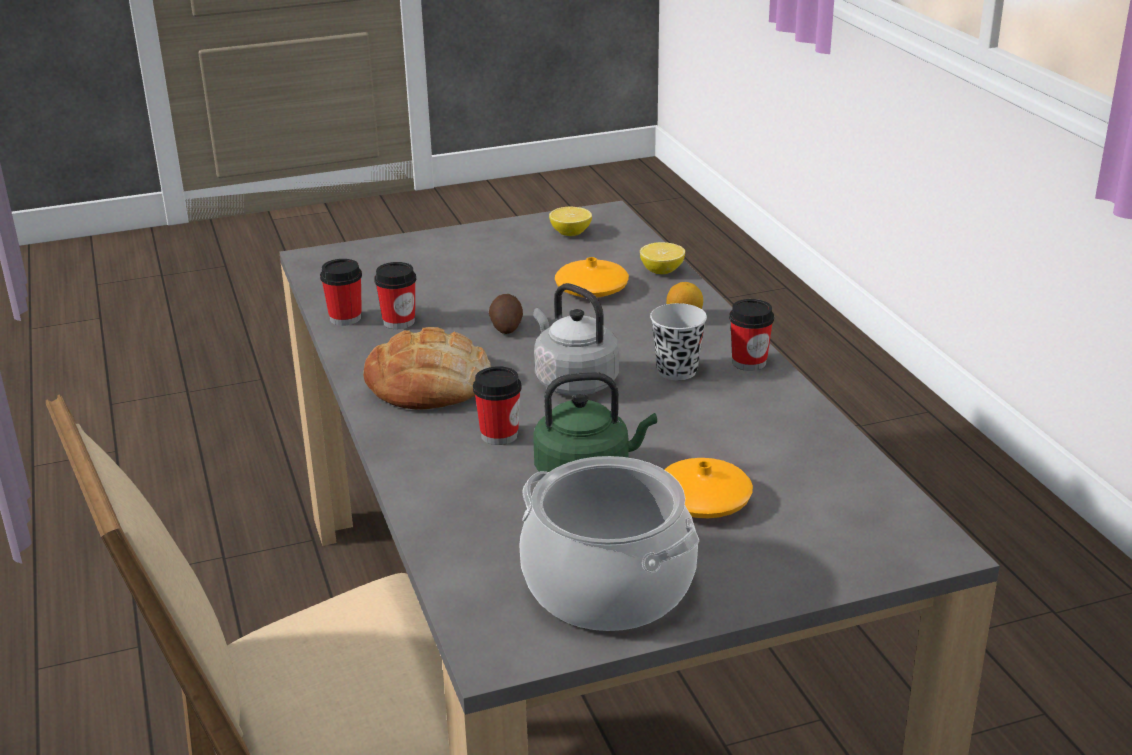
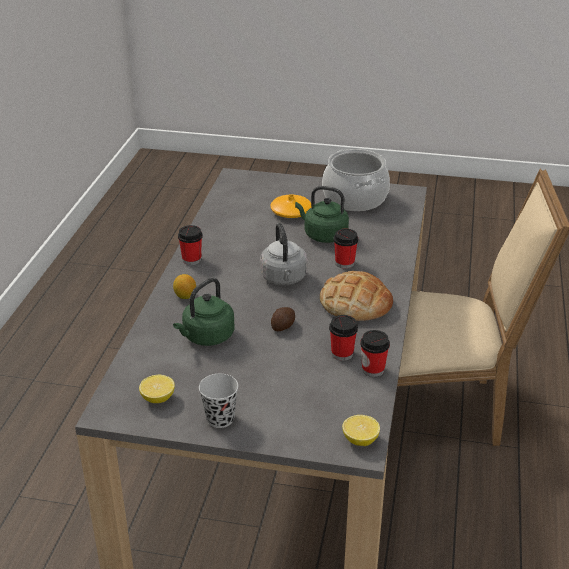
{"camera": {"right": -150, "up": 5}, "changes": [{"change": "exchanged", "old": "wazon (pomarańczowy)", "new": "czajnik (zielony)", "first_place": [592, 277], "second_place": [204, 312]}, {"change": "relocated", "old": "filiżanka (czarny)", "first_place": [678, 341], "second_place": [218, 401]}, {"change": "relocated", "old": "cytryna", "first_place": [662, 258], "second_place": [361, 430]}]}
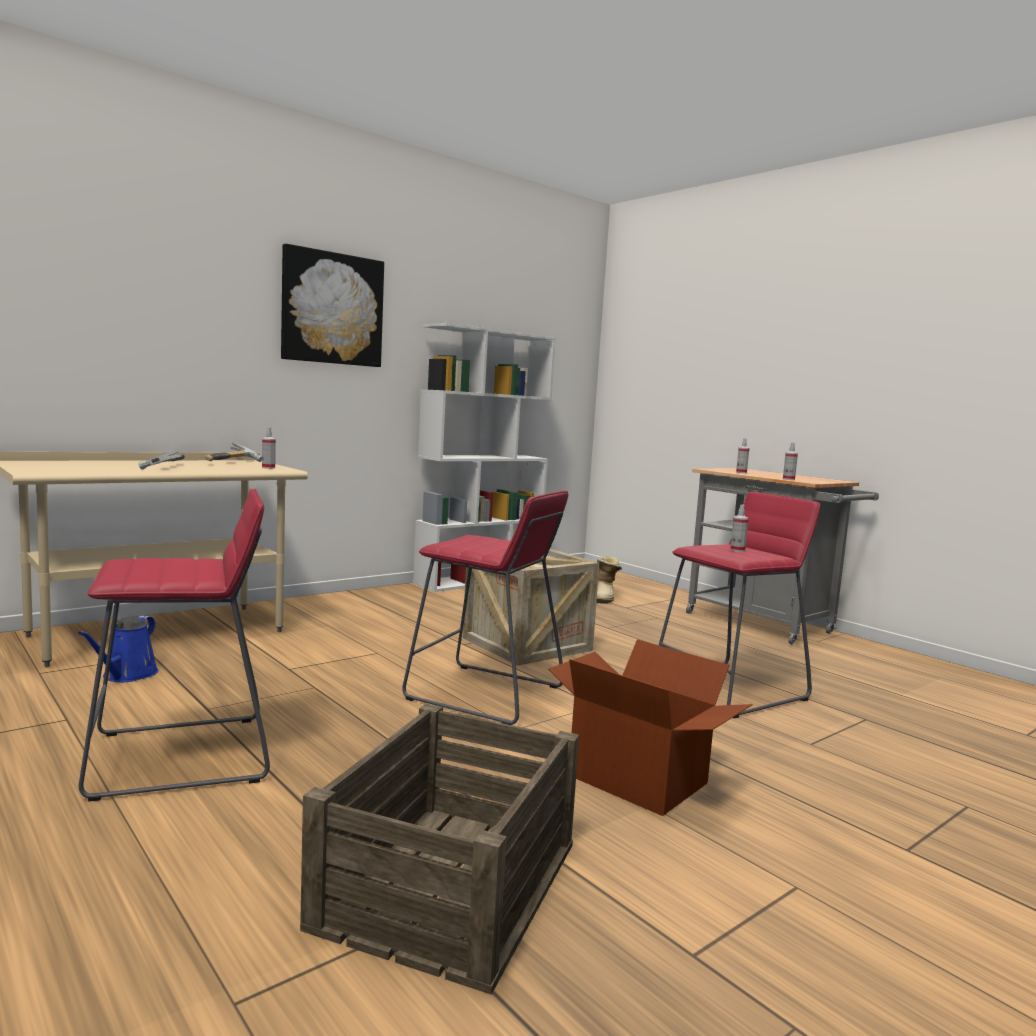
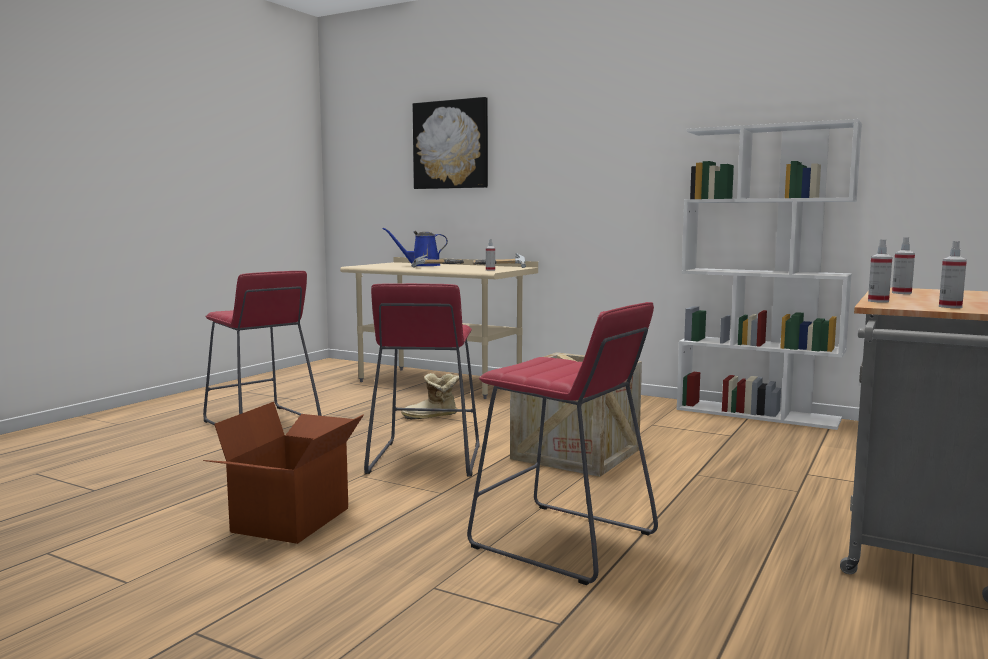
{"camera": {"right": 70, "up": 0}, "changes": [{"change": "relocated", "old": "konewka (niebieski)", "first_place": [118, 649], "second_place": [415, 247]}, {"change": "relocated", "old": "but z cholewką", "first_place": [609, 580], "second_place": [430, 396]}, {"change": "relocated", "old": "obraz", "first_place": [332, 305], "second_place": [450, 143]}, {"change": "relocated", "old": "spryskiwacz", "first_place": [739, 528], "second_place": [953, 274]}, {"change": "missing", "old": "skrzynka", "first_place": [439, 849]}]}
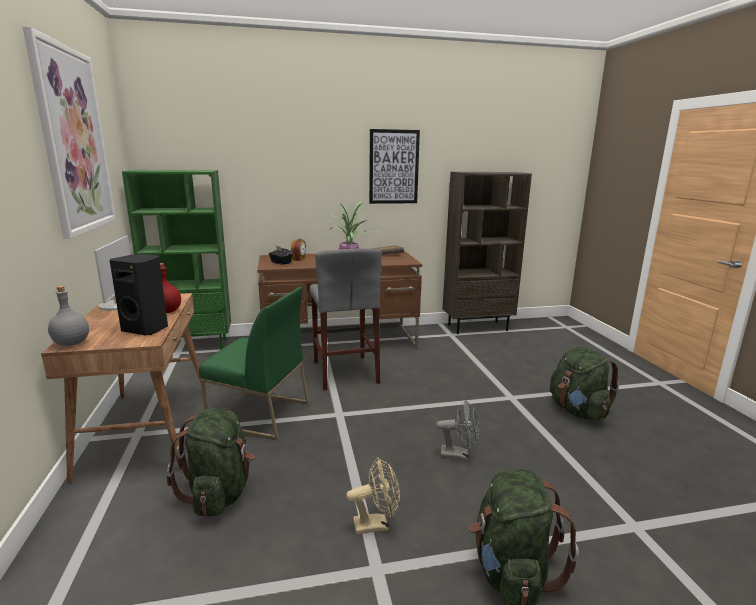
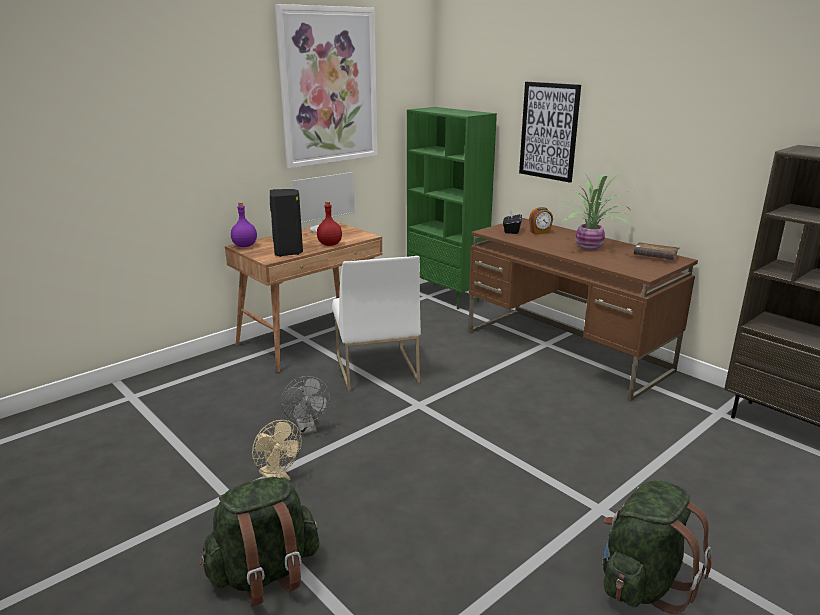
{"camera": {"right": 60, "up": 5}, "changes": [{"change": "colour", "old": "butelka (szary)", "new": "butelka (fioletowy)", "first_place": [68, 316], "second_place": [244, 224]}, {"change": "relocated", "old": "wentylator (szary)", "first_place": [457, 430], "second_place": [305, 405]}, {"change": "colour", "old": "krzesło (zielony)", "new": "krzesło (biały)", "first_place": [254, 363], "second_place": [376, 324]}, {"change": "relocated", "old": "obraz", "first_place": [394, 166], "second_place": [550, 132]}, {"change": "missing", "old": "plecak (zielony)", "first_place": [211, 462]}, {"change": "missing", "old": "stołek (szary)", "first_place": [346, 319]}]}
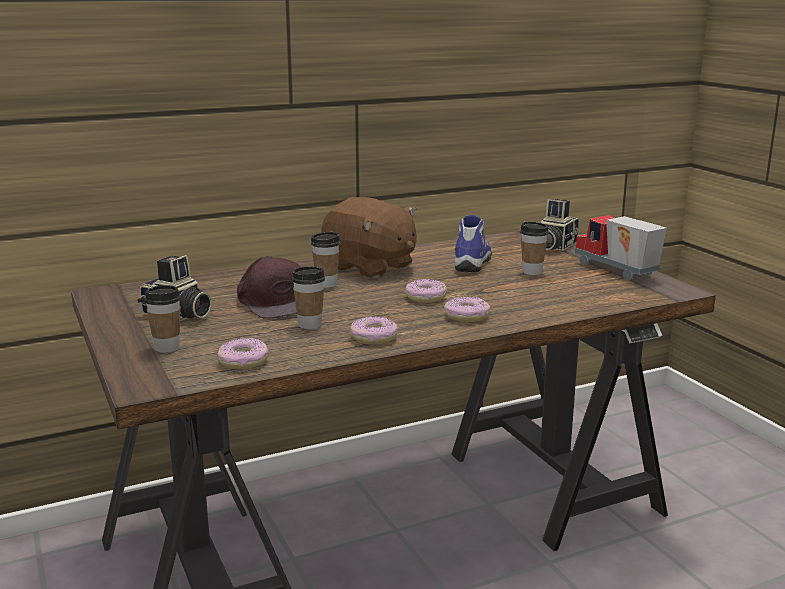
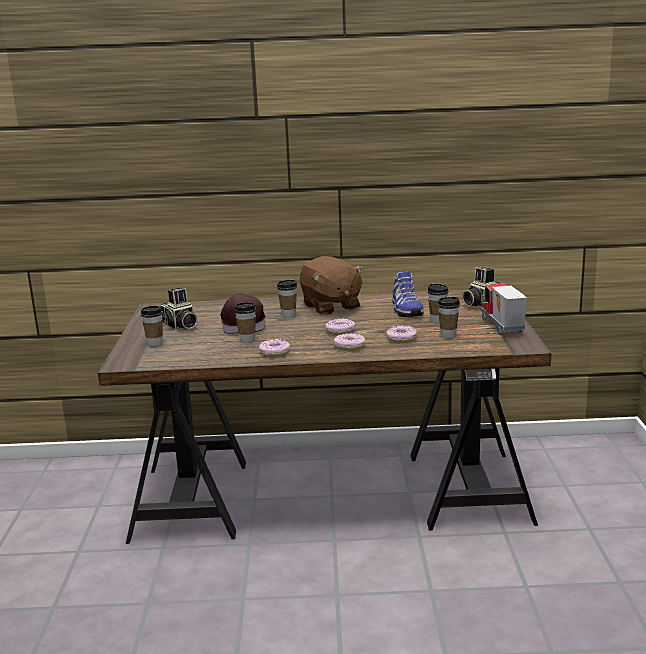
{"camera": {"right": 25, "up": 0}, "changes": [{"change": "relocated", "old": "donut", "first_place": [243, 353], "second_place": [402, 334]}, {"change": "spun", "old": "but", "first_place": [473, 243], "second_place": [408, 294], "degrees": 135}, {"change": "appeared", "new": "filiżanka", "second_place": [449, 318]}]}
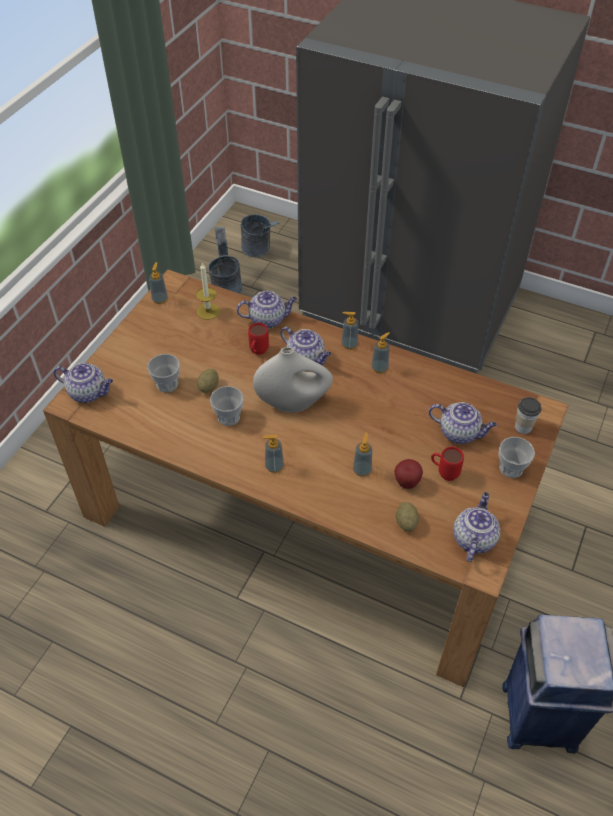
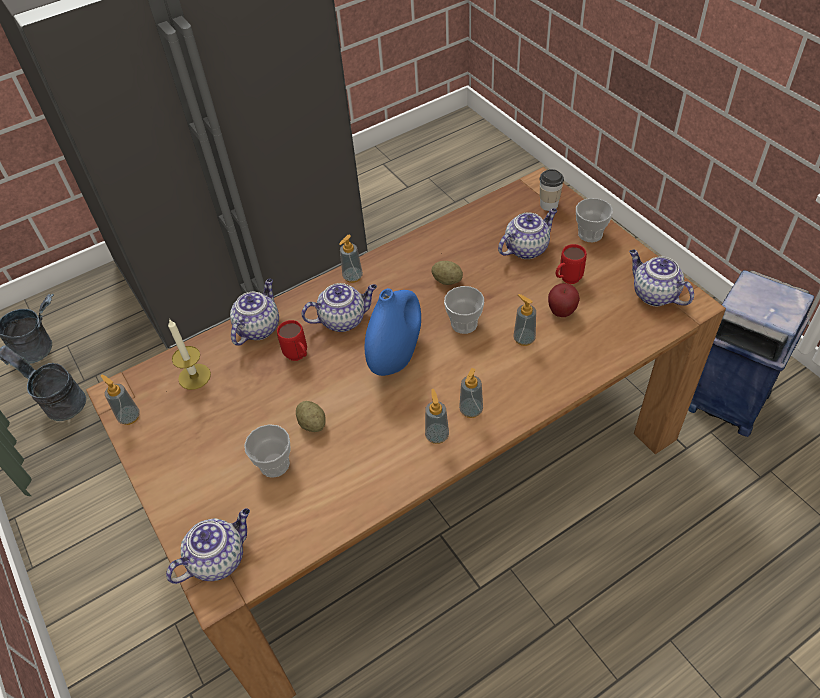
{"camera": {"right": -55, "up": 0}, "changes": [{"change": "colour", "old": "wazon (biały)", "new": "wazon (niebieski)", "first_place": [293, 379], "second_place": [393, 332]}, {"change": "relocated", "old": "dozownik mydła", "first_place": [380, 352], "second_place": [437, 416]}, {"change": "relocated", "old": "ziemniak", "first_place": [407, 517], "second_place": [447, 273]}, {"change": "relocated", "old": "filiżanka", "first_place": [226, 406], "second_place": [464, 310]}]}
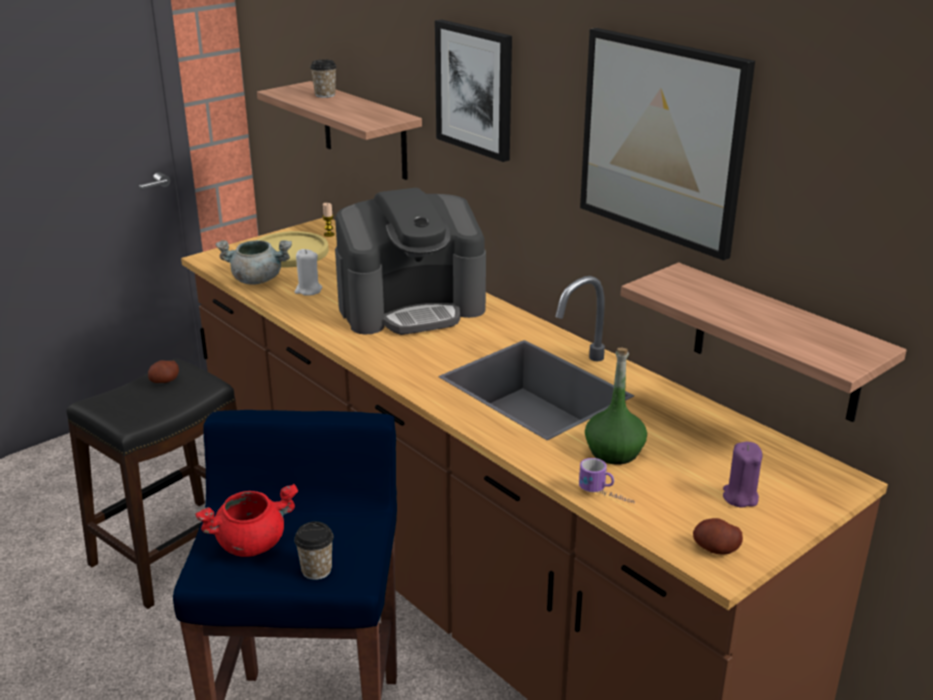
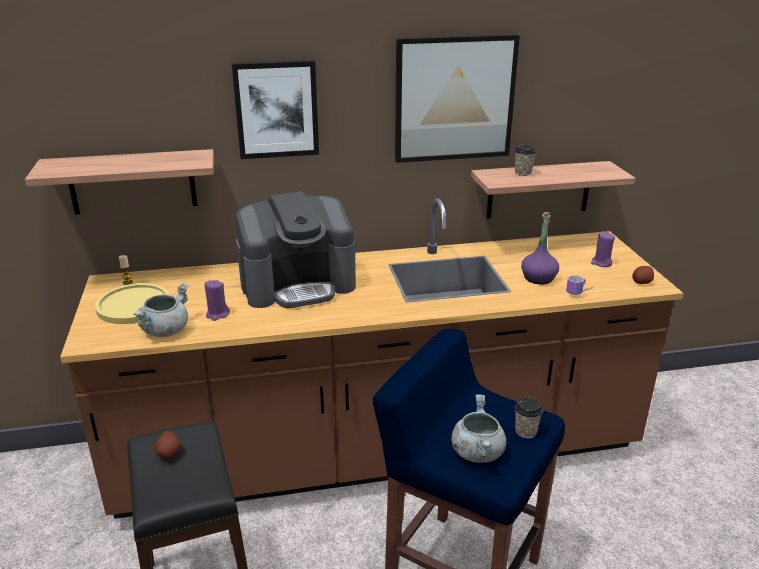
{"camera": {"right": -60, "up": 0}, "changes": [{"change": "colour", "old": "świeca (biały)", "new": "świeca (fioletowy)", "first_place": [308, 272], "second_place": [217, 300]}, {"change": "spun", "old": "ekspres do kawy", "first_place": [410, 261], "second_place": [295, 249], "degrees": 60}, {"change": "colour", "old": "garnek (czerwony)", "new": "garnek (szary)", "first_place": [246, 520], "second_place": [478, 428]}, {"change": "relocated", "old": "filiżanka", "first_place": [323, 78], "second_place": [525, 160]}, {"change": "colour", "old": "butelka (zielony)", "new": "butelka (fioletowy)", "first_place": [616, 406], "second_place": [540, 248]}]}
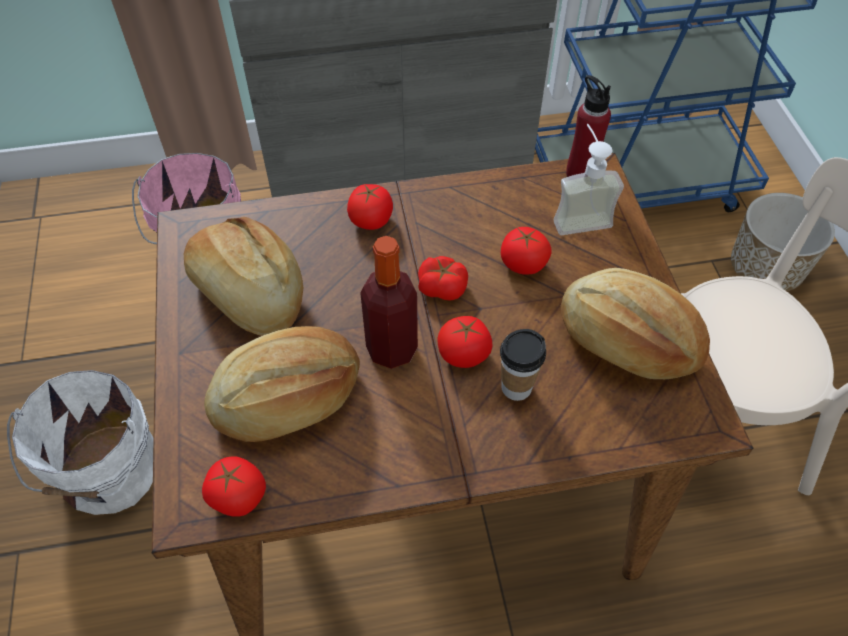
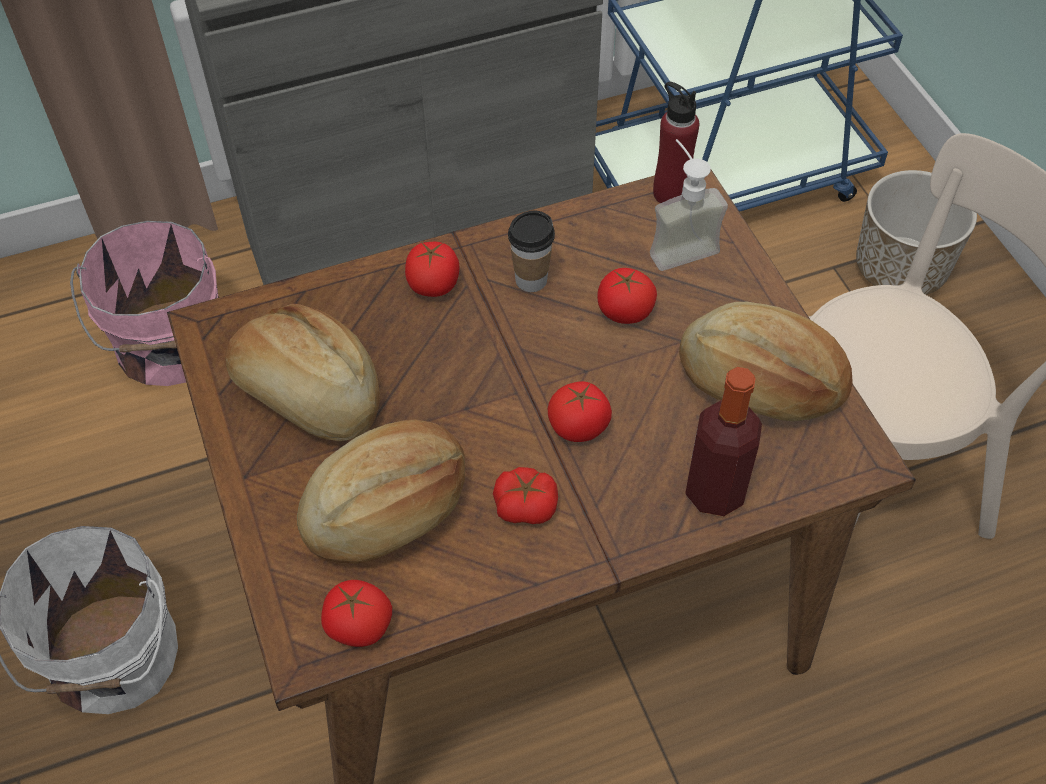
{"camera": {"right": -10, "up": 0}, "changes": [{"change": "relocated", "old": "pomidor", "first_place": [443, 278], "second_place": [525, 495]}, {"change": "relocated", "old": "filiżanka", "first_place": [523, 365], "second_place": [531, 251]}, {"change": "relocated", "old": "butelka", "first_place": [389, 302], "second_place": [723, 441]}]}
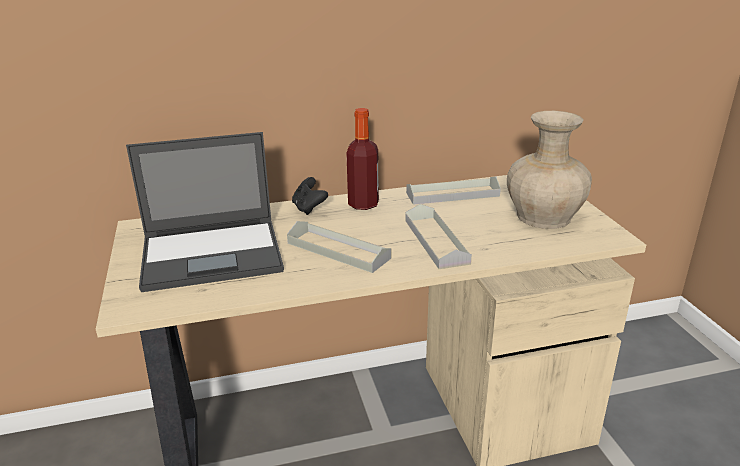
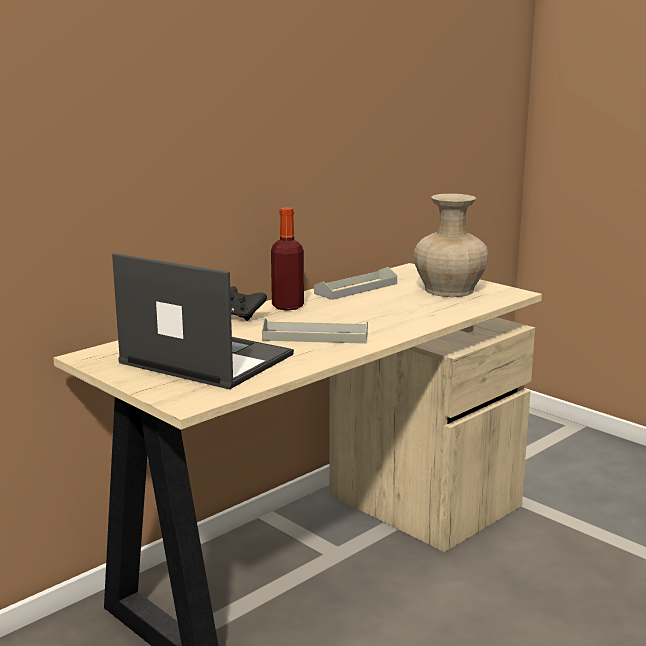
{"camera": {"right": -30, "up": -10}, "changes": [{"change": "spun", "old": "laptop", "first_place": [205, 212], "second_place": [203, 321], "degrees": -105}, {"change": "missing", "old": "taca (szary)", "first_place": [438, 236]}]}
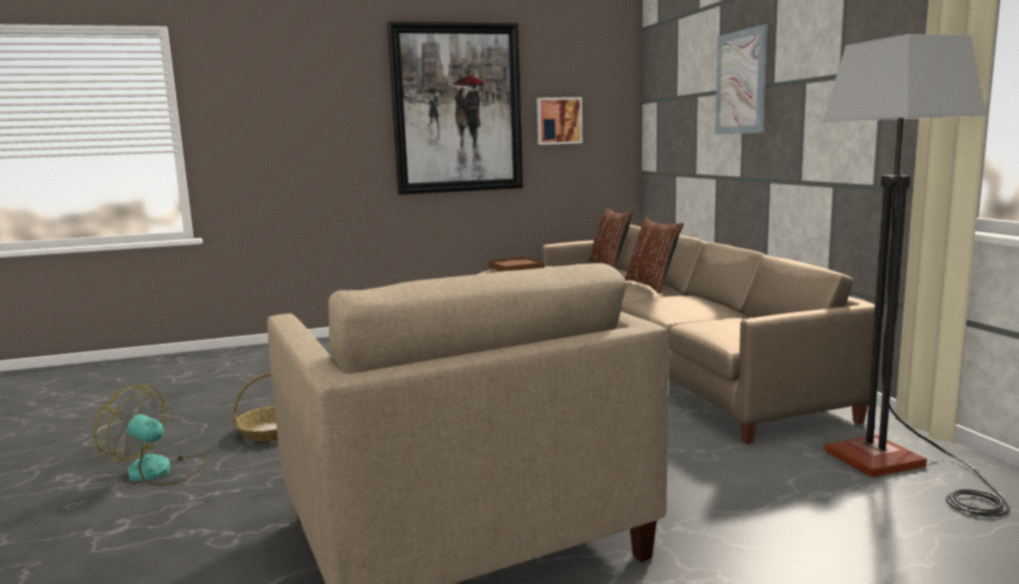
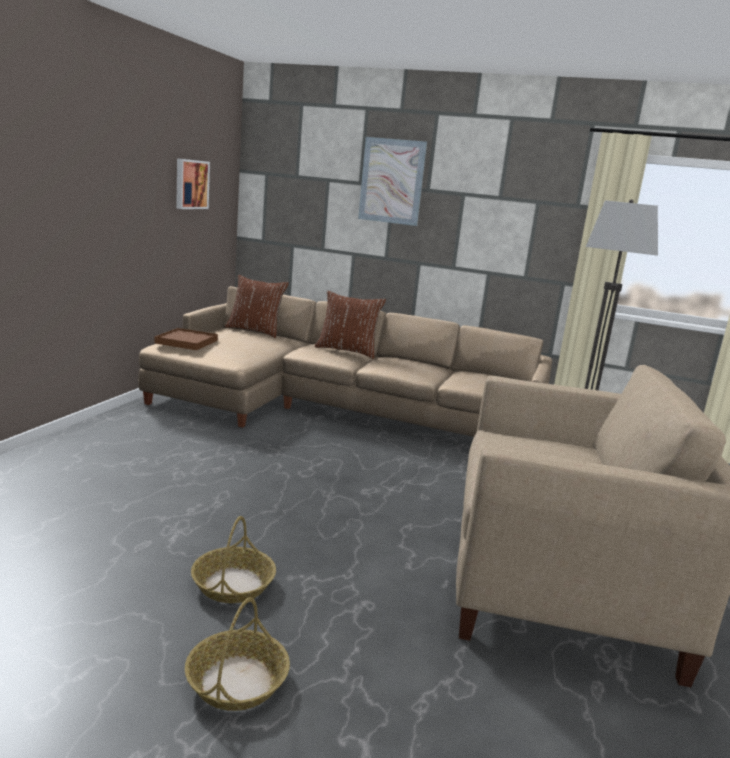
{"camera": {"right": -55, "up": 5}, "changes": [{"change": "exchanged", "old": "wentylator", "new": "koszyk", "first_place": [150, 435], "second_place": [237, 654]}, {"change": "missing", "old": "obraz", "first_place": [455, 108]}]}
